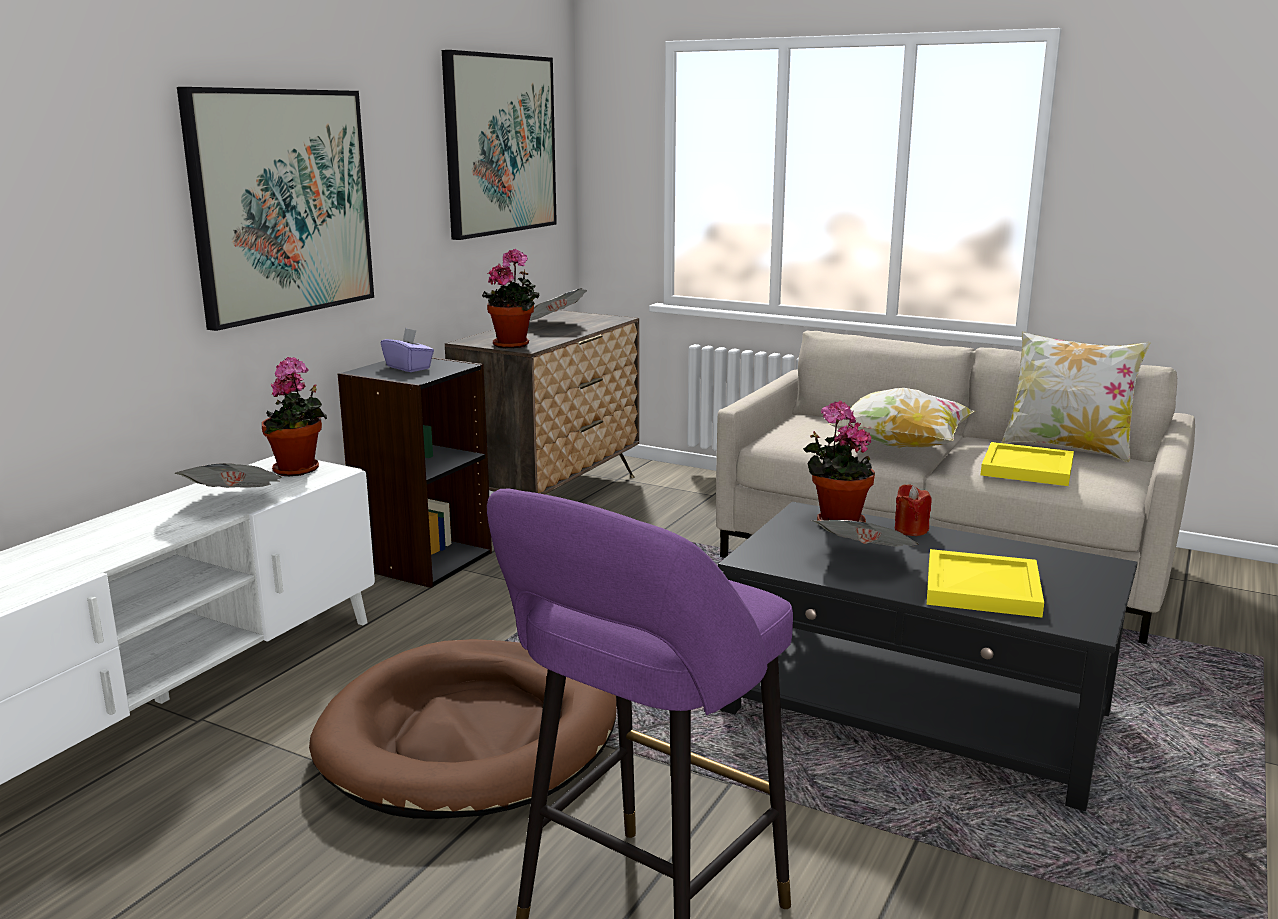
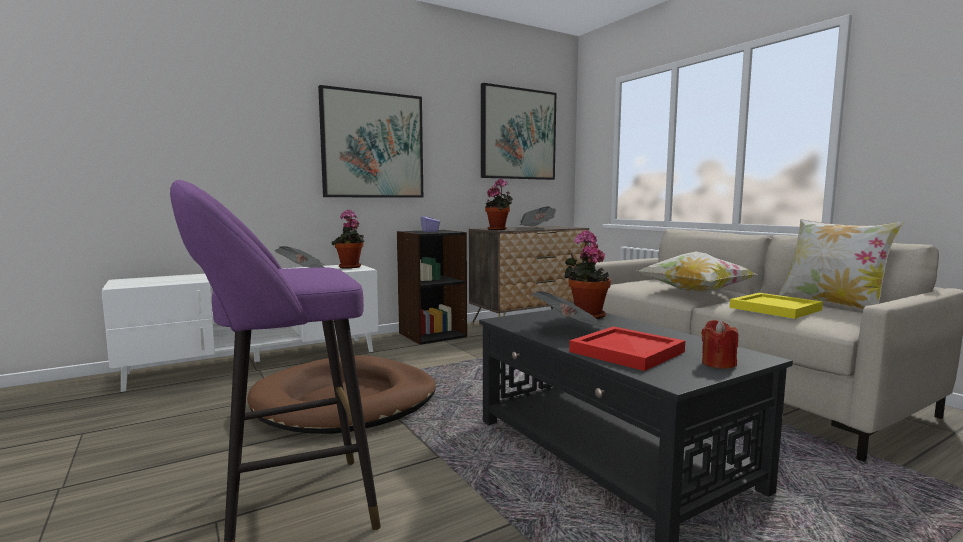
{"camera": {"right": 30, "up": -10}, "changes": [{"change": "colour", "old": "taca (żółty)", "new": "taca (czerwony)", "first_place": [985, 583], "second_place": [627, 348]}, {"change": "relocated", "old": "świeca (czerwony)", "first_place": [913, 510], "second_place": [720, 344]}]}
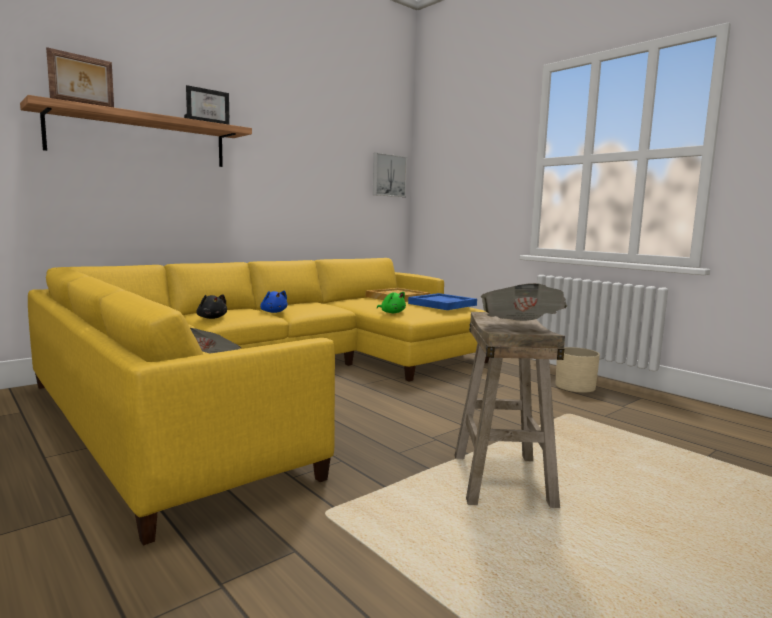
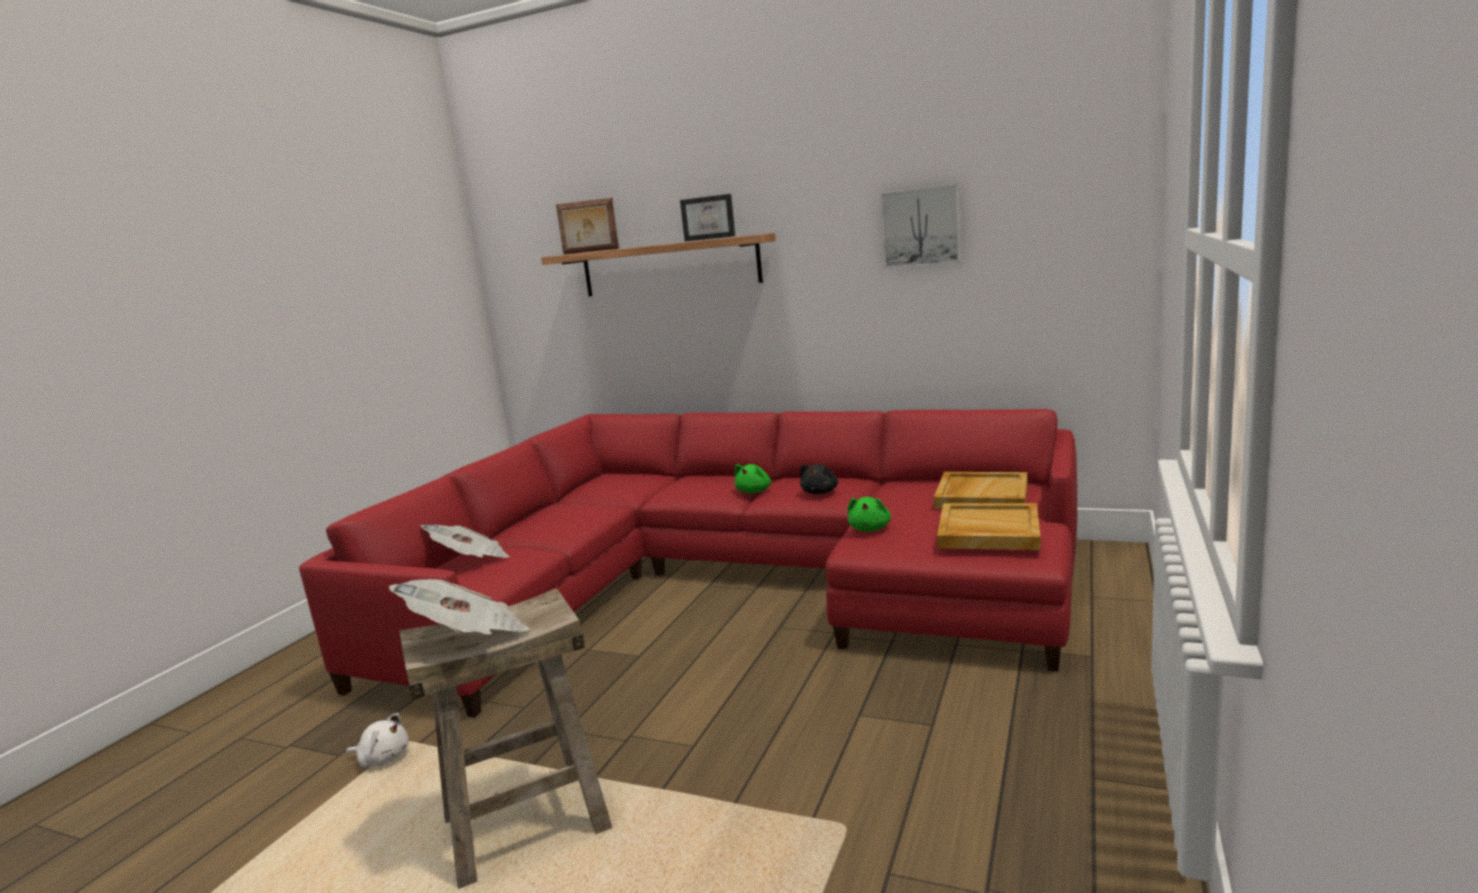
{"camera": {"right": 65, "up": 5}, "changes": [{"change": "colour", "old": "kanapa (żółty)", "new": "kanapa (czerwony)", "first_place": [258, 402], "second_place": [688, 563]}, {"change": "appeared", "new": "pluszak (biały)", "second_place": [377, 740]}, {"change": "colour", "old": "pluszak (niebieski)", "new": "pluszak (zielony)", "first_place": [274, 302], "second_place": [752, 478]}, {"change": "relocated", "old": "pluszak (czarny)", "first_place": [211, 306], "second_place": [819, 479]}, {"change": "relocated", "old": "obraz", "first_place": [390, 175], "second_place": [920, 226]}, {"change": "colour", "old": "taca (niebieski)", "new": "taca (beżowy)", "first_place": [442, 301], "second_place": [989, 526]}, {"change": "missing", "old": "donica (beżowy)", "first_place": [577, 370]}]}
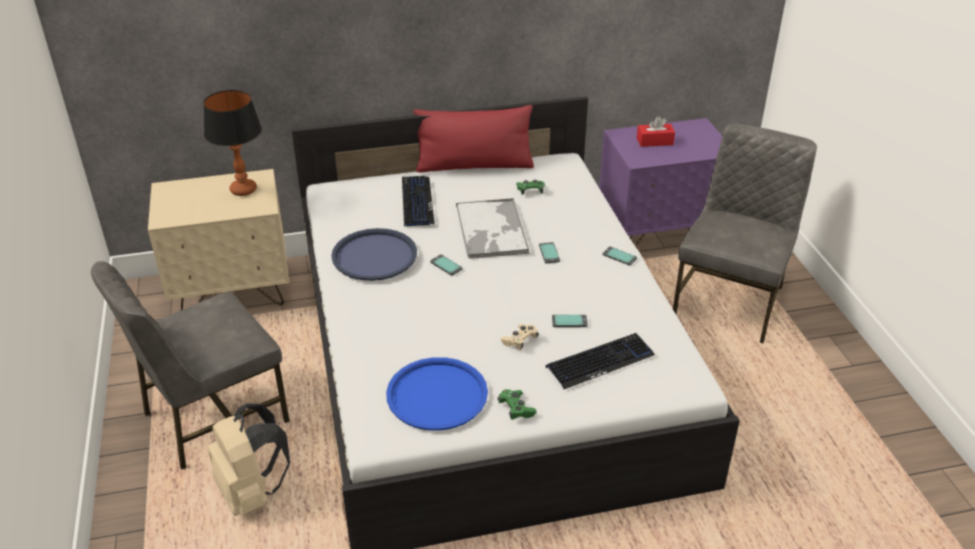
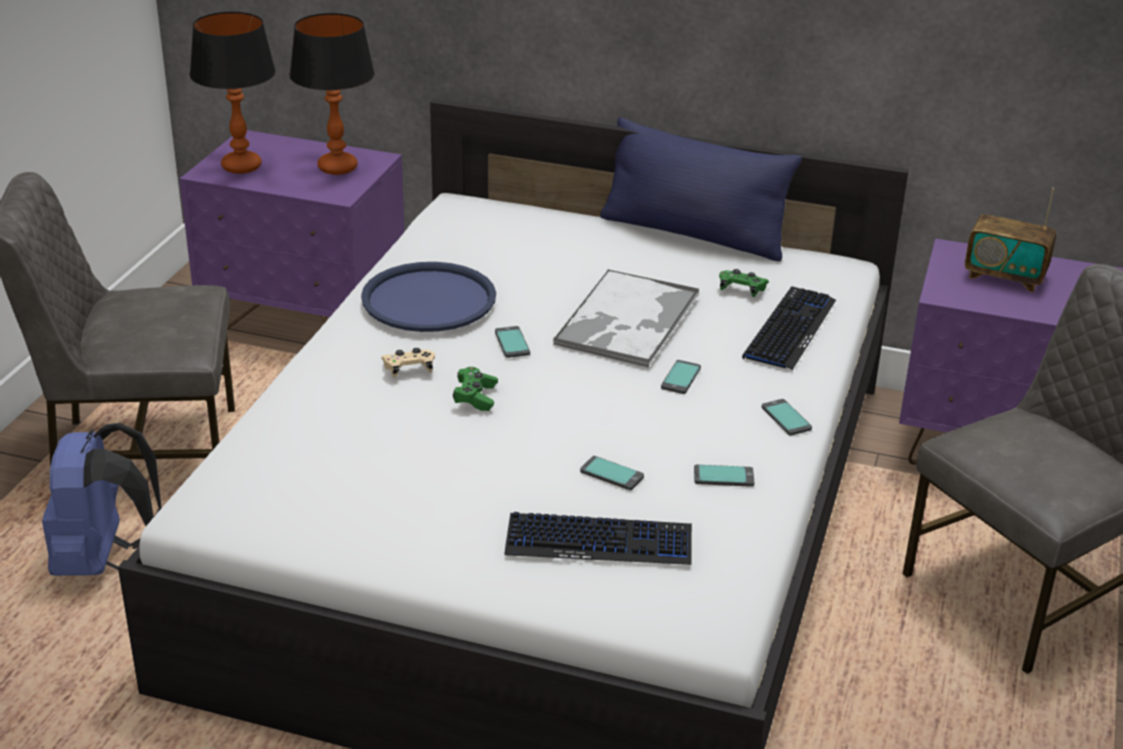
{"camera": {"right": 30, "up": -5}, "changes": [{"change": "colour", "old": "plecak (beżowy)", "new": "plecak (niebieski)", "first_place": [249, 459], "second_place": [101, 499]}, {"change": "colour", "old": "szafka nocna (beżowy)", "new": "szafka nocna (fioletowy)", "first_place": [218, 239], "second_place": [291, 229]}, {"change": "appeared", "new": "lampa stołowa", "second_place": [233, 93]}, {"change": "relocated", "old": "pad do gier (beżowy)", "first_place": [520, 337], "second_place": [408, 362]}, {"change": "relocated", "old": "pad do gier (zielony)", "first_place": [517, 404], "second_place": [475, 389]}, {"change": "colour", "old": "poduszka (czerwony)", "new": "poduszka (niebieski)", "first_place": [473, 139], "second_place": [701, 189]}, {"change": "appeared", "new": "telefon", "second_place": [724, 475]}, {"change": "relocated", "old": "klawiatura", "first_place": [418, 201], "second_place": [789, 328]}, {"change": "exchanged", "old": "pudełko chusteczek (czerwony)", "new": "radio", "first_place": [656, 131], "second_place": [1010, 240]}, {"change": "missing", "old": "taca (niebieski)", "first_place": [437, 394]}]}
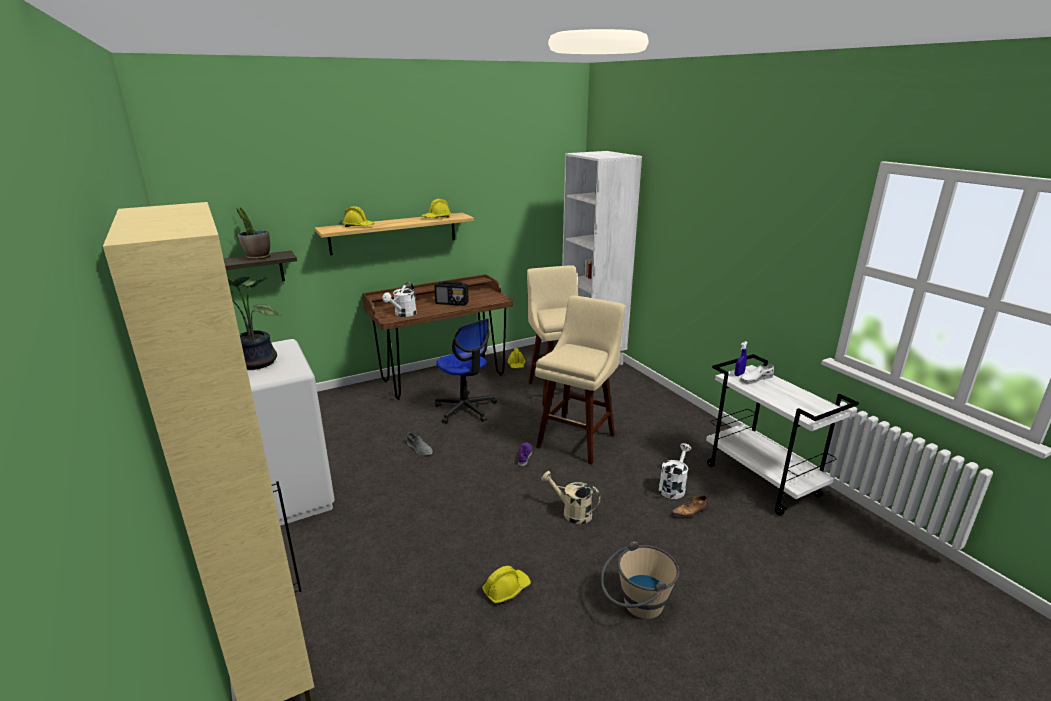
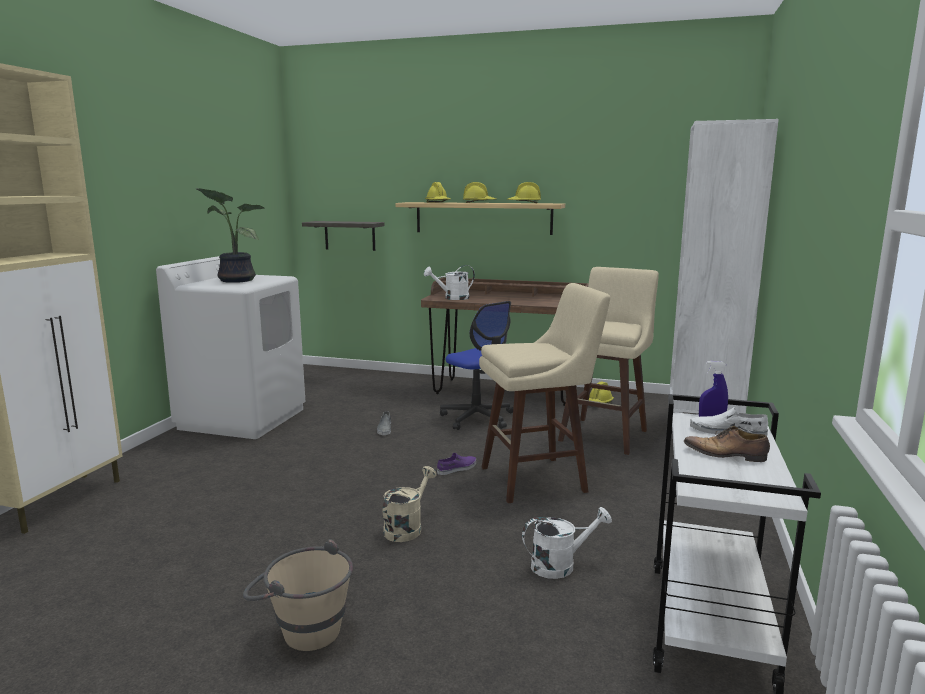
{"camera": {"right": 45, "up": -10}, "changes": [{"change": "spun", "old": "konewka (beżowy)", "first_place": [570, 497], "second_place": [410, 504], "degrees": 45}, {"change": "spun", "old": "krzesło biurowe", "first_place": [466, 371], "second_place": [476, 365], "degrees": -45}, {"change": "relocated", "old": "kask (żółty)", "first_place": [506, 585], "second_place": [479, 192]}, {"change": "relocated", "old": "but", "first_place": [689, 506], "second_place": [727, 444]}, {"change": "missing", "old": "roślina doniczkowa", "first_place": [253, 233]}, {"change": "missing", "old": "radio", "first_place": [451, 293]}]}
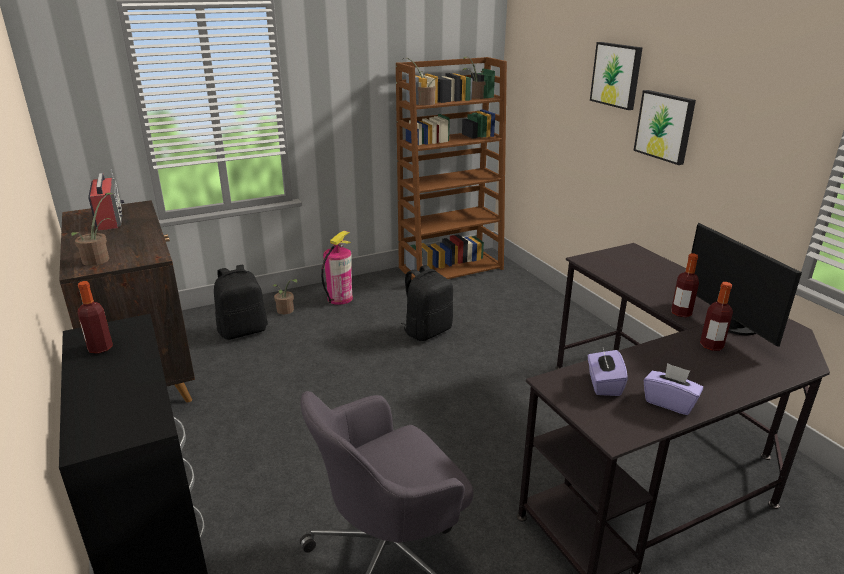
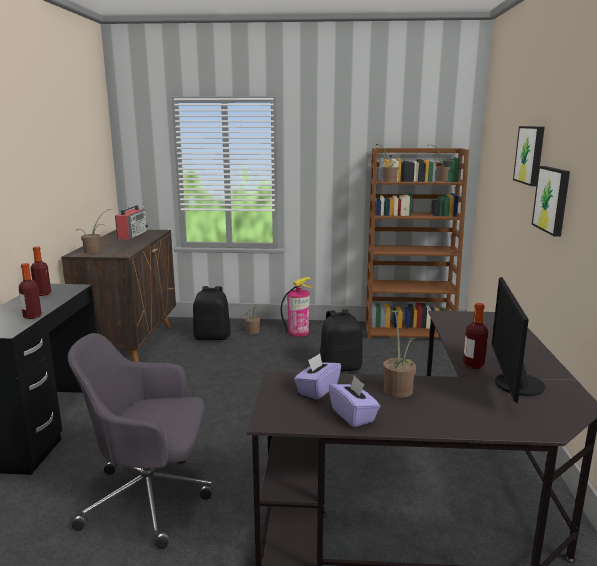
{"camera": {"right": 30, "up": -10}, "changes": [{"change": "relocated", "old": "butelka", "first_place": [716, 316], "second_place": [30, 291]}, {"change": "appeared", "new": "roślina doniczkowa", "second_place": [399, 354]}]}
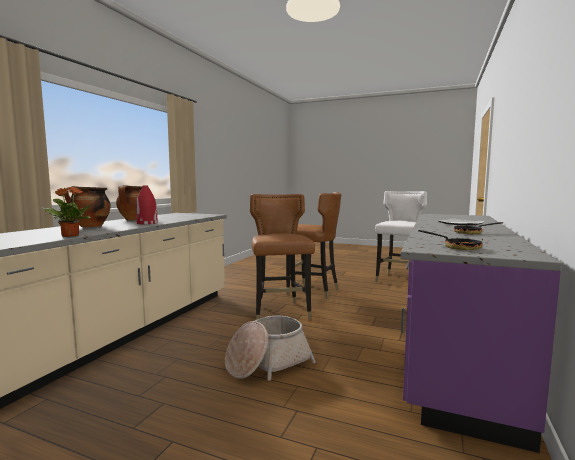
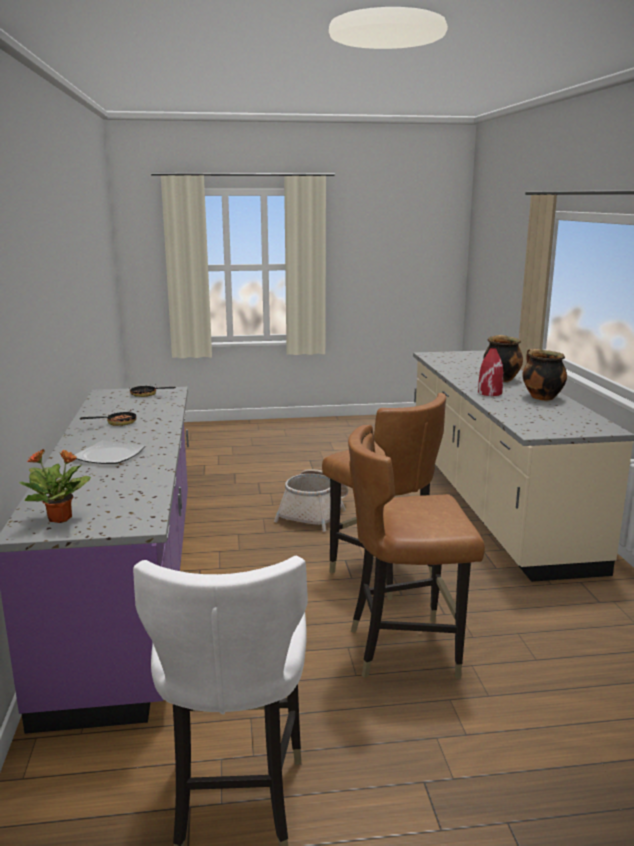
{"camera": {"right": 150, "up": 10}, "changes": [{"change": "relocated", "old": "roślina doniczkowa", "first_place": [67, 212], "second_place": [55, 485]}]}
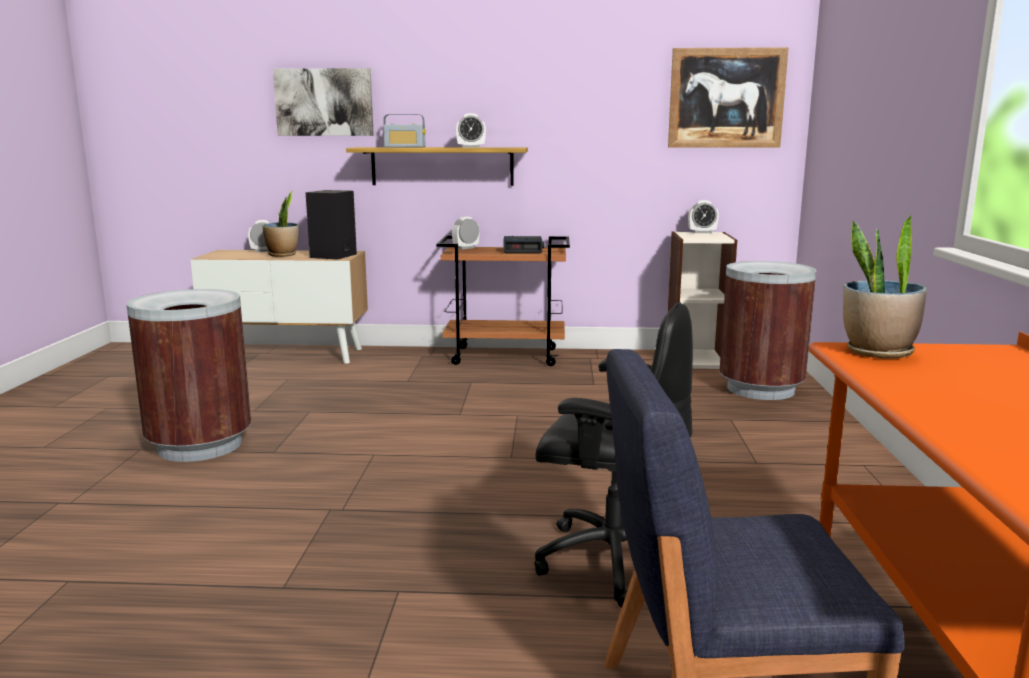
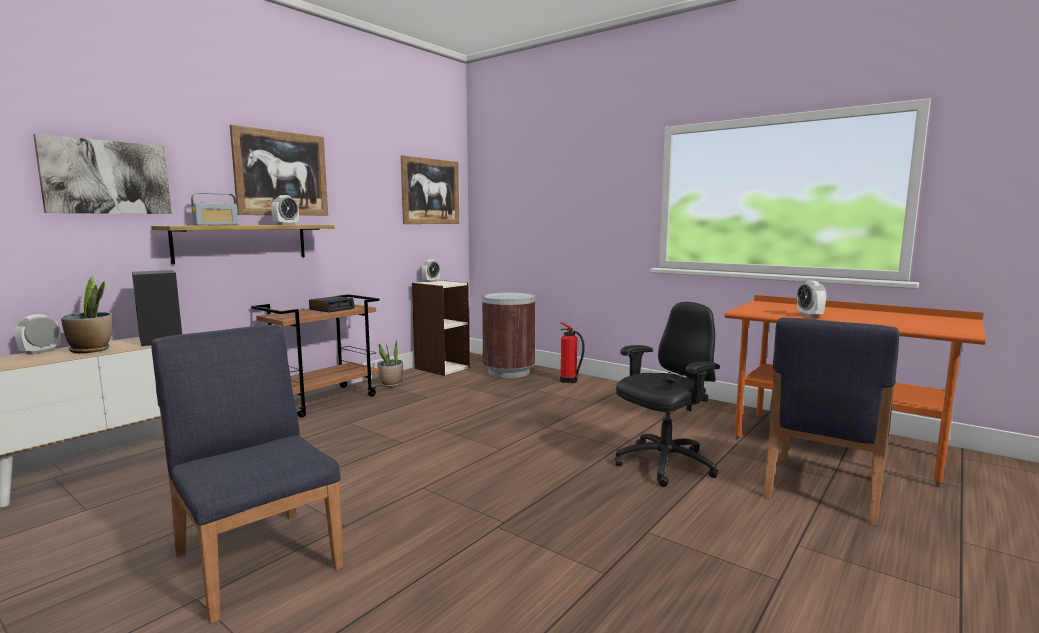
{"camera": {"right": -55, "up": -5}, "changes": [{"change": "exchanged", "old": "kosz na śmieci (brązowy)", "new": "krzesło (niebieski)", "first_place": [188, 375], "second_place": [247, 474]}, {"change": "appeared", "new": "obraz", "second_place": [279, 170]}, {"change": "relocated", "old": "roślina doniczkowa", "first_place": [885, 287], "second_place": [390, 364]}, {"change": "appeared", "new": "gaśnica", "second_place": [572, 352]}, {"change": "relocated", "old": "budzik", "first_place": [466, 232], "second_place": [812, 299]}]}
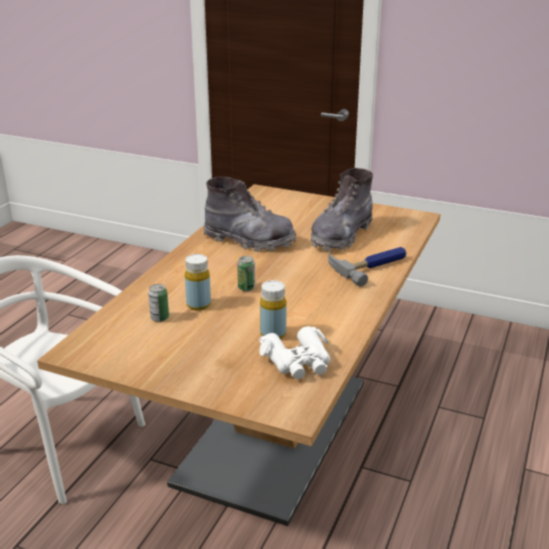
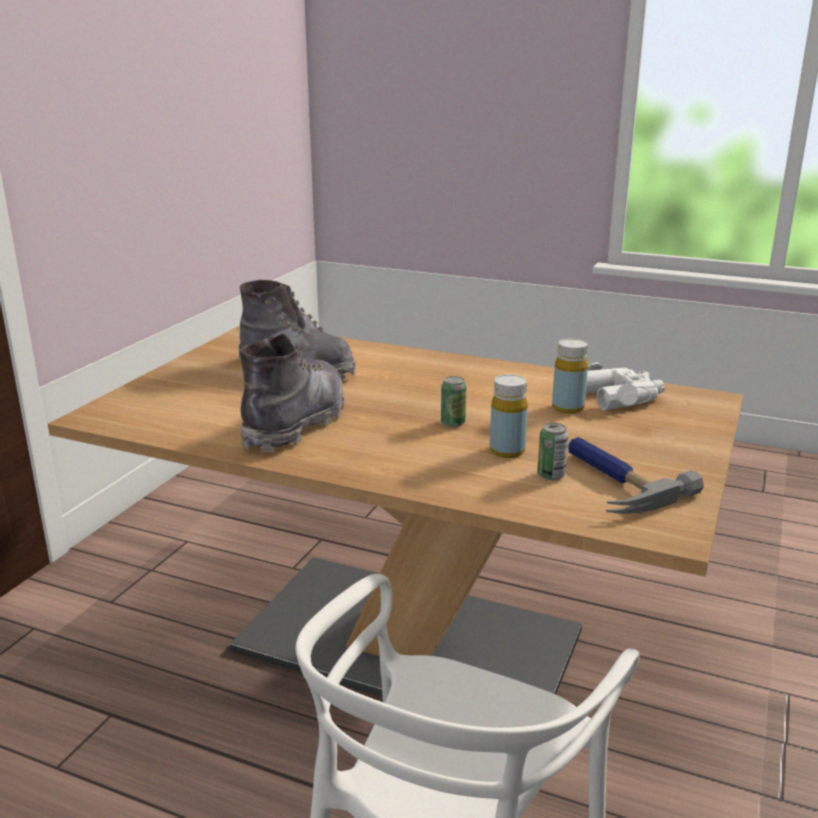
{"camera": {"right": -90, "up": -5}, "changes": [{"change": "relocated", "old": "młotek", "first_place": [367, 267], "second_place": [636, 475]}]}
